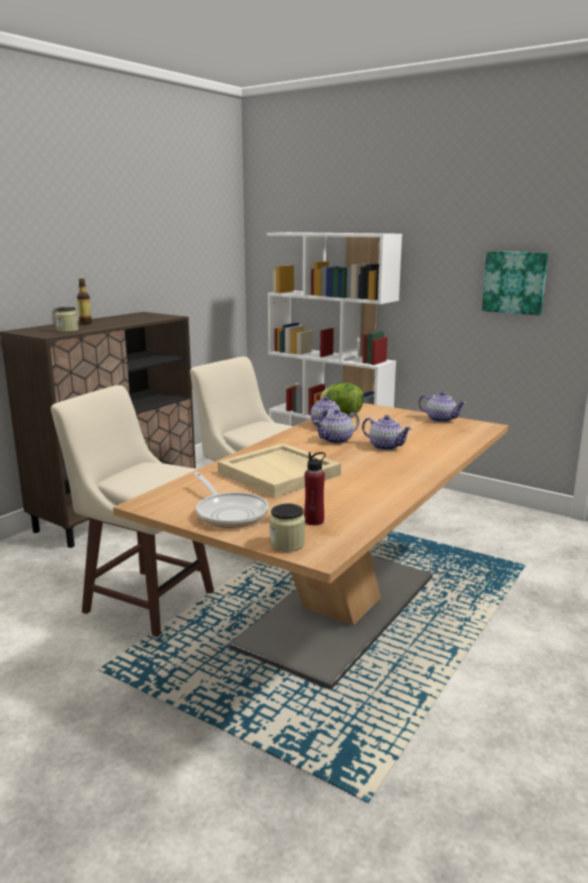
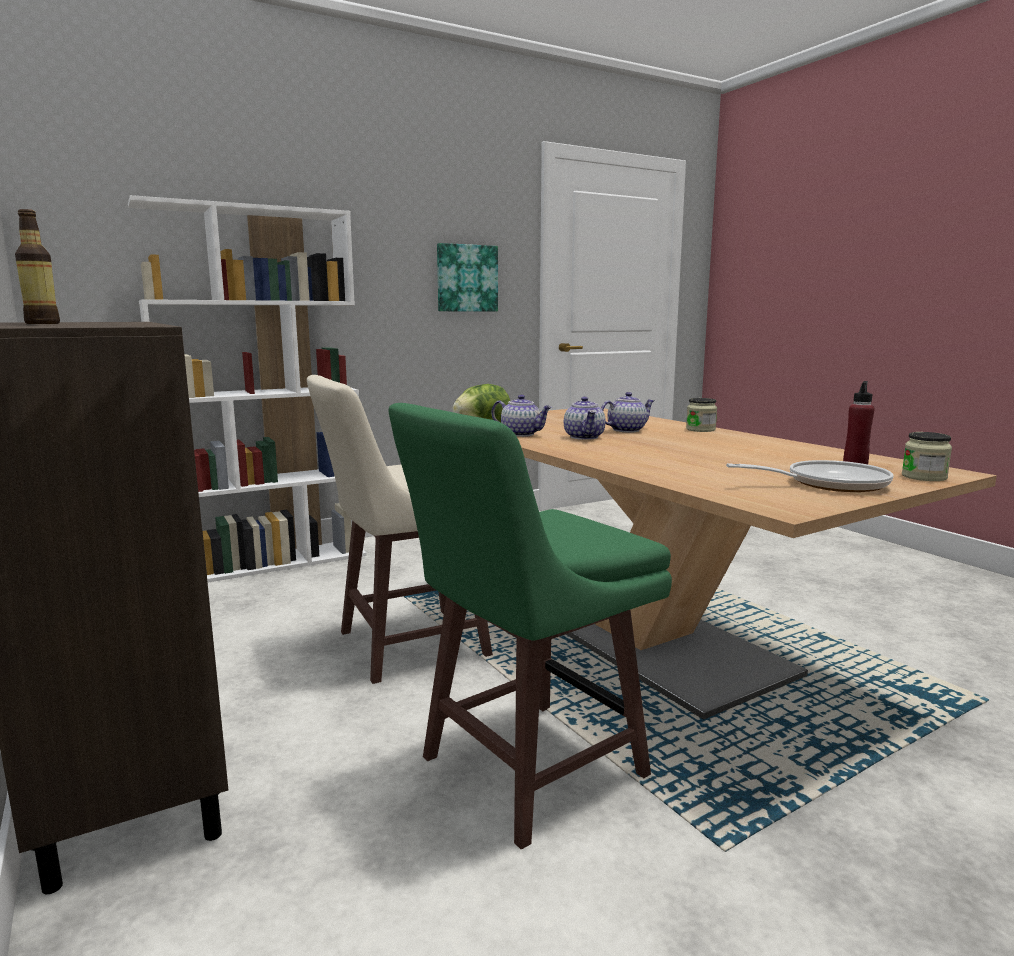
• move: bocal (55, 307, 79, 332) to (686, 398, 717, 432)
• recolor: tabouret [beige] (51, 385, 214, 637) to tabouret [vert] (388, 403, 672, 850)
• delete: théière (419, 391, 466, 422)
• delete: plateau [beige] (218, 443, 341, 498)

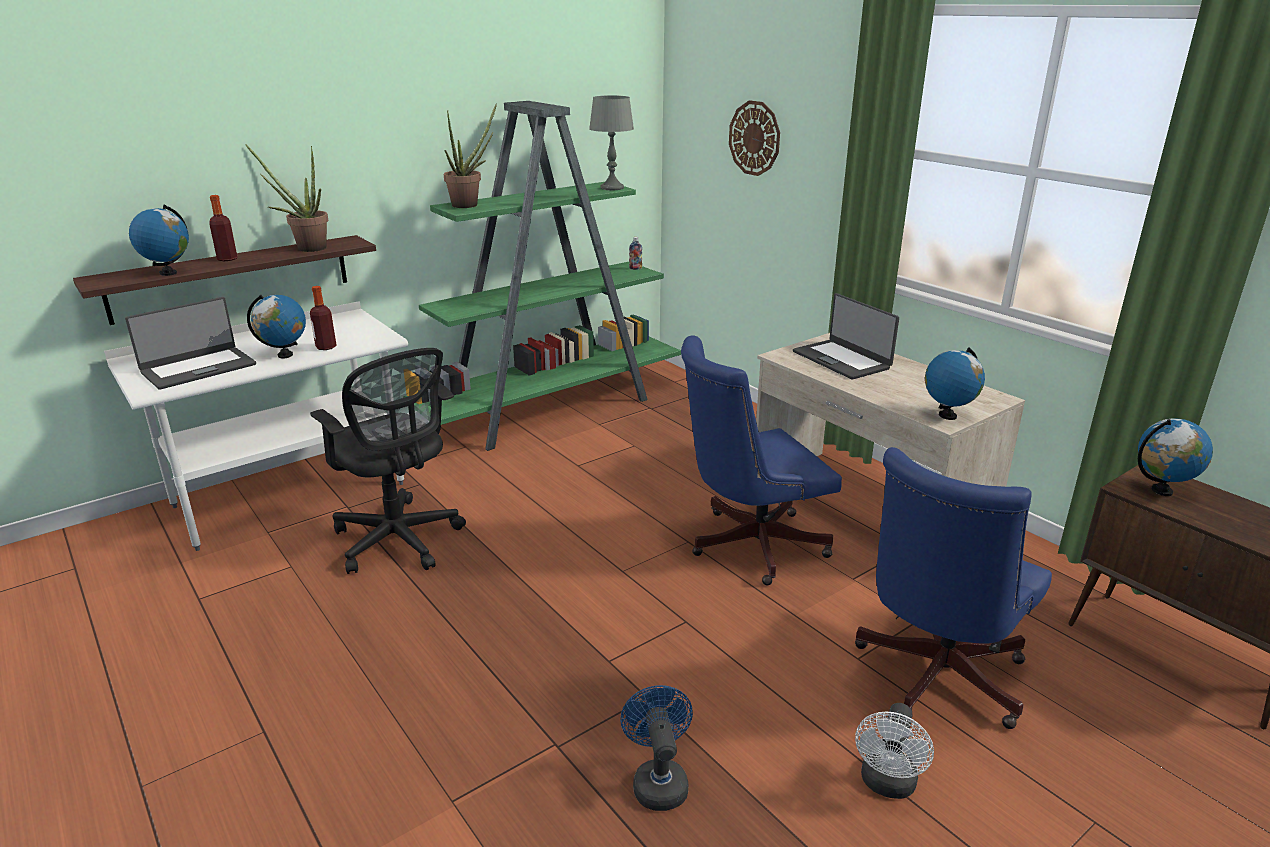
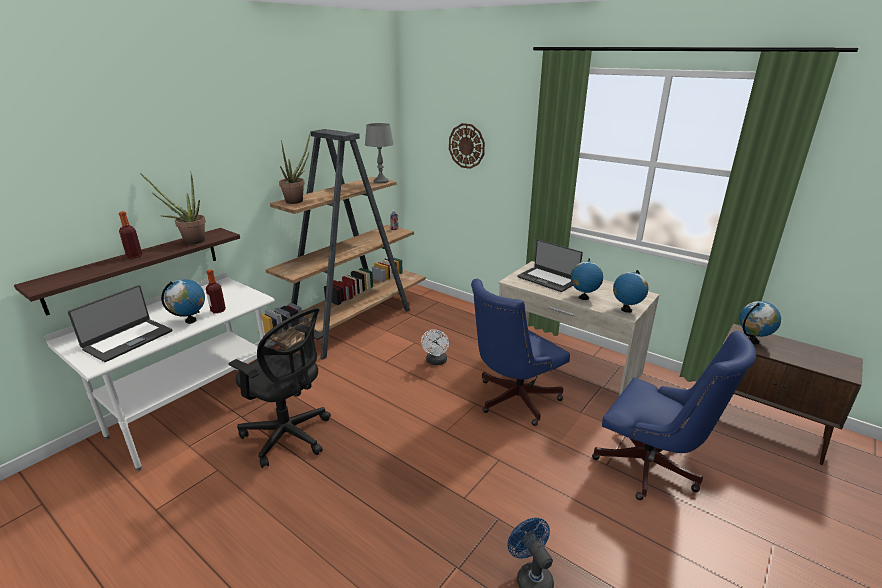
• recolor: bibliothèque [vert] (404, 101, 681, 451) to bibliothèque [marron] (258, 129, 426, 360)
• move: globe (129, 204, 189, 276) to (571, 259, 603, 300)
• rotate: chaise de bureau [bleu] (855, 447, 1052, 729) = (592, 331, 756, 500) 75 degrees counterclockwise
• move: ventilateur [blanc] (855, 703, 934, 799) to (421, 330, 449, 365)

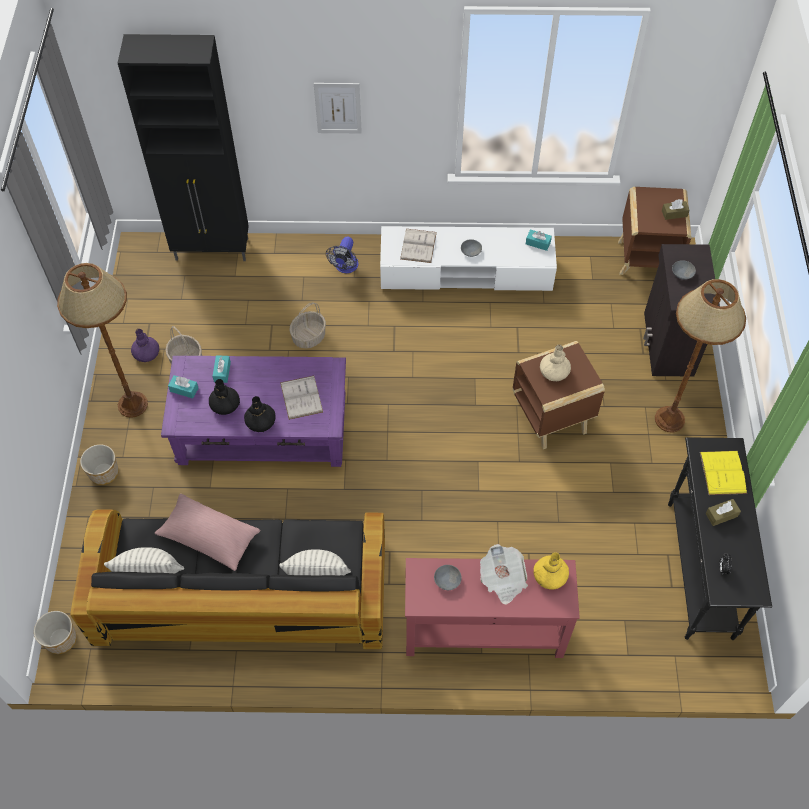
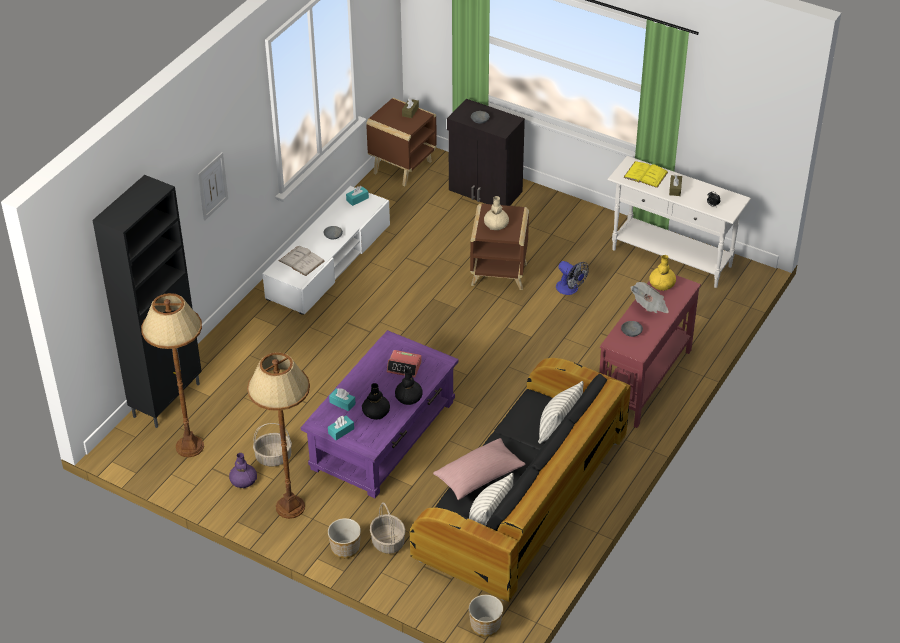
• move: ventilateur (326, 237, 358, 273) to (556, 261, 589, 295)
• move: lampadaire [marron] (655, 279, 746, 433) to (141, 293, 204, 457)
• move: panier (290, 303, 326, 348) to (370, 502, 405, 554)
• replace: livre [blanc] (280, 375, 323, 420) to réveil (387, 350, 422, 378)
• recolor: table console [noir] (668, 437, 772, 640) to table console [blanc] (607, 156, 751, 288)

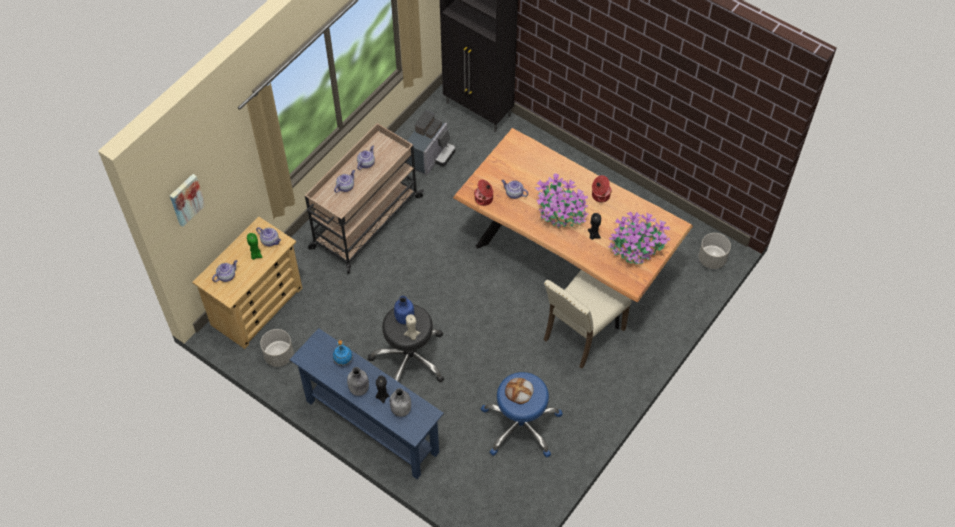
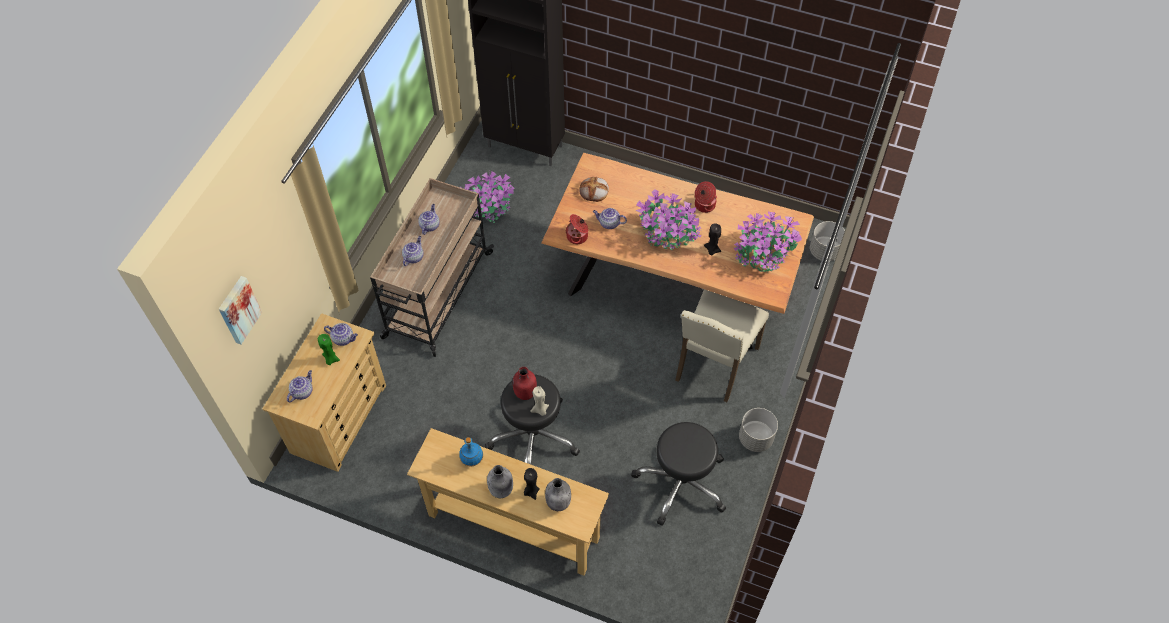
• replace: machine à café (406, 110, 455, 176) to plante en pot (460, 172, 515, 223)
• recolor: bouteille [bleu] (394, 296, 414, 324) to bouteille [rouge] (513, 367, 537, 400)
• recolor: table console [bleu] (290, 328, 444, 479) to table console [beige] (407, 428, 609, 576)
• move: cache-pot [gris] (260, 329, 294, 367) to (739, 408, 778, 452)
• recolor: tabouret [bleu] (481, 372, 563, 458) to tabouret [noir] (631, 422, 726, 526)
• move: pain (505, 378, 534, 404) to (579, 177, 609, 202)

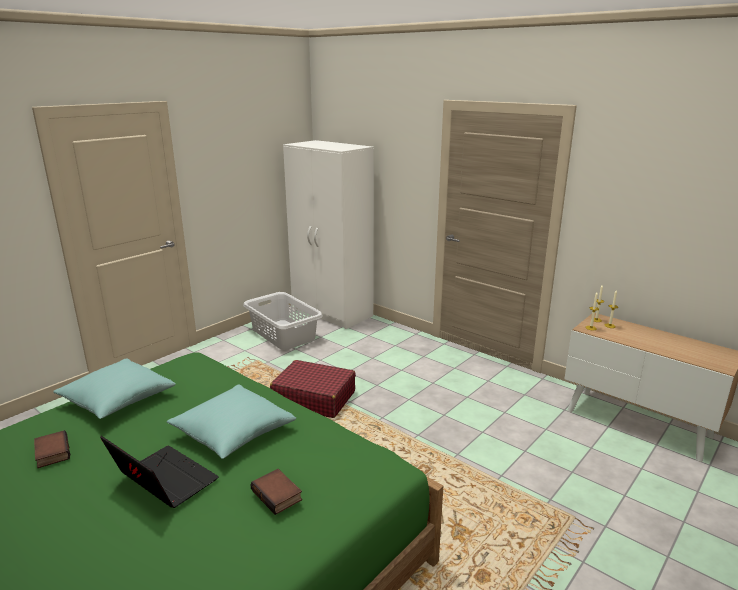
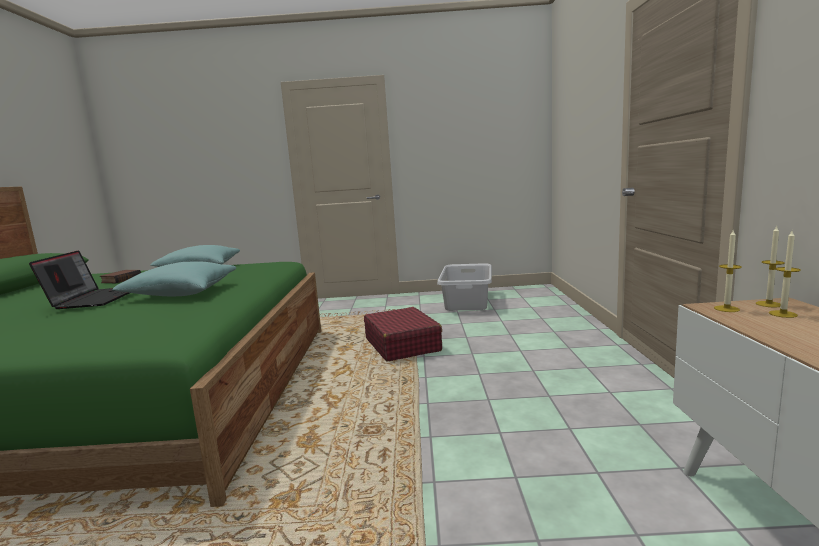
• delete: armoire [blanc] (283, 140, 374, 329)
• delete: livre (250, 469, 302, 515)

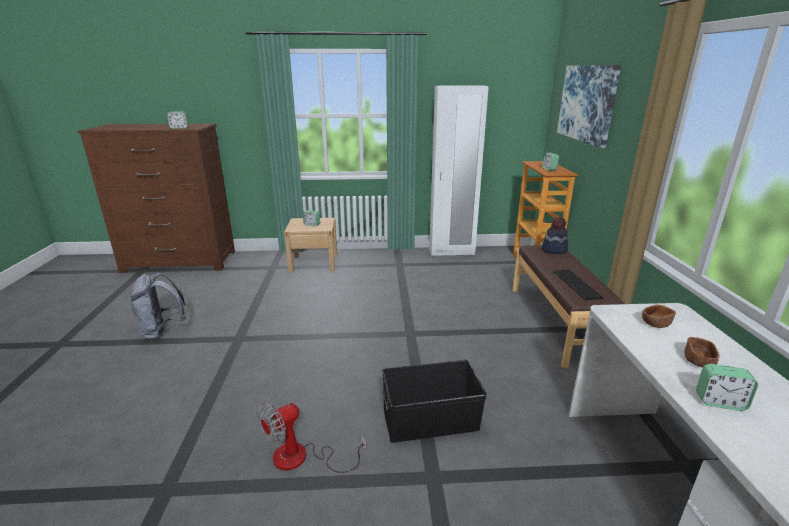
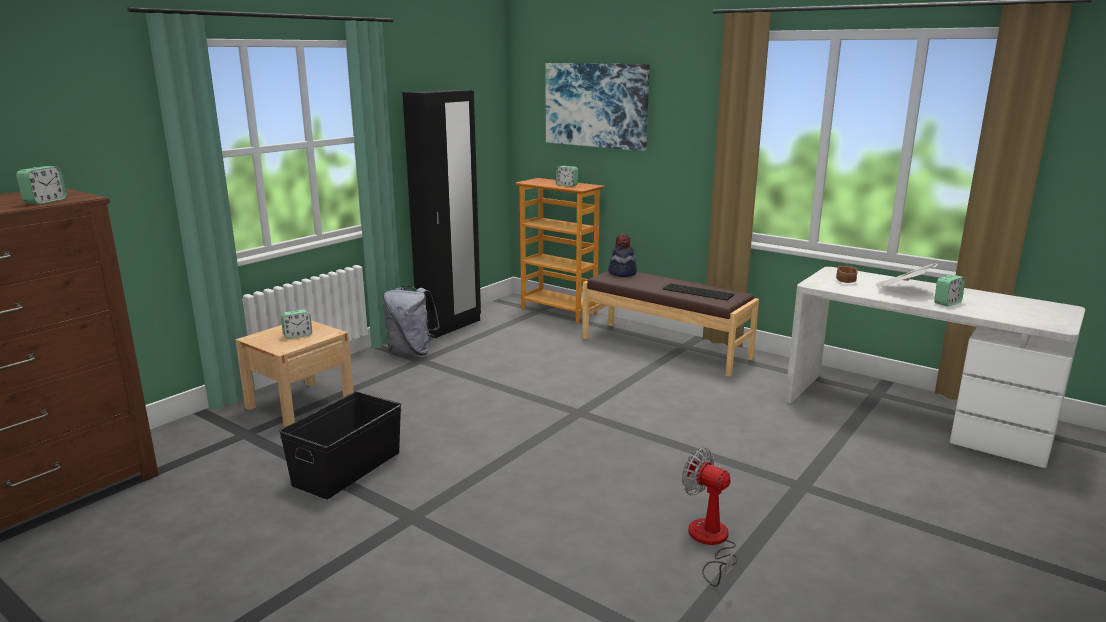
• recolor: armoire [blanc] (429, 86, 489, 256) to armoire [noir] (402, 90, 481, 338)
• move: sac à dos [gris] (129, 273, 186, 340) to (383, 286, 440, 356)
• replace: bol [marron] (685, 337, 720, 367) to journal (876, 263, 938, 288)
• move: boîte de rangement [noir] (382, 360, 487, 443) to (279, 391, 402, 499)
• rotate: ventilateur (258, 403, 367, 473) = (682, 447, 737, 587) 135 degrees clockwise

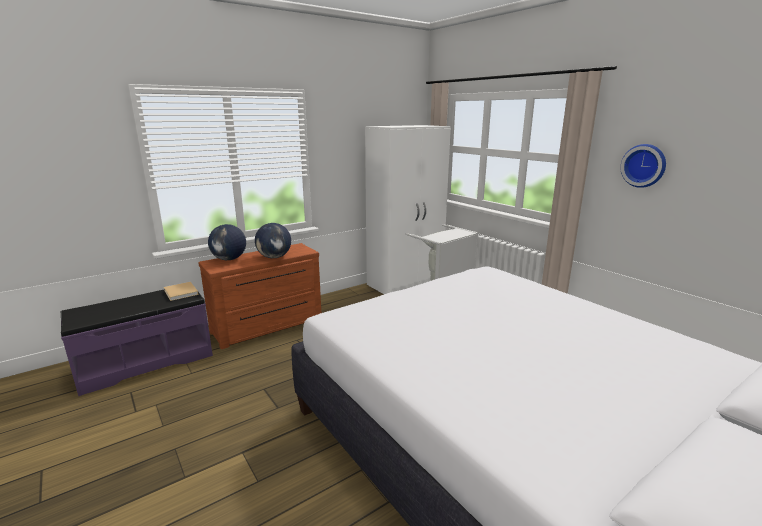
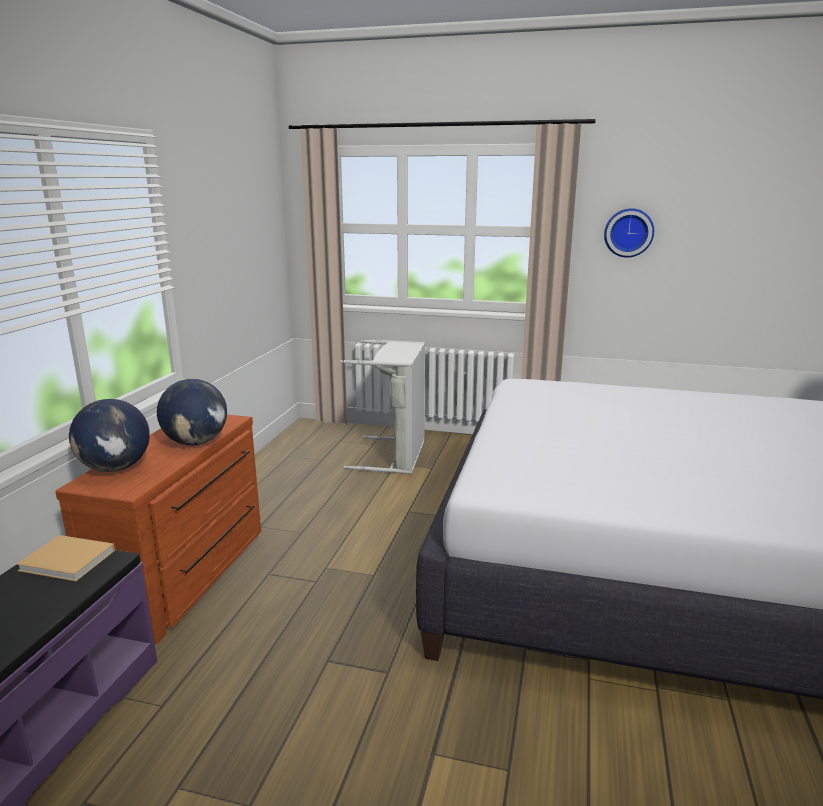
• delete: armoire [blanc] (365, 125, 451, 294)

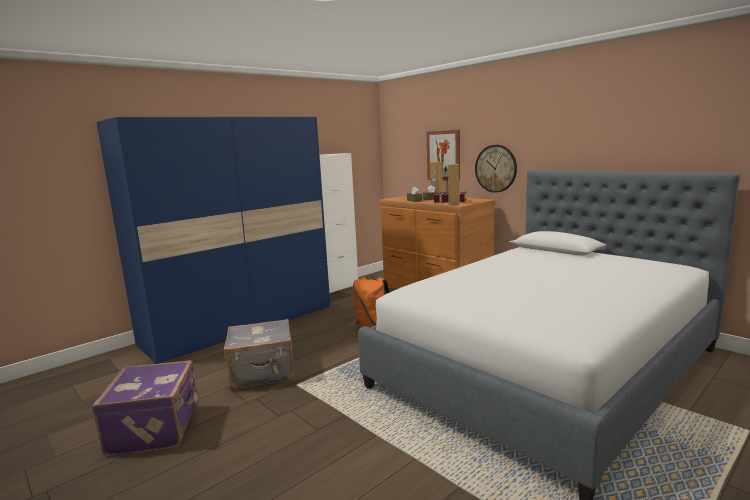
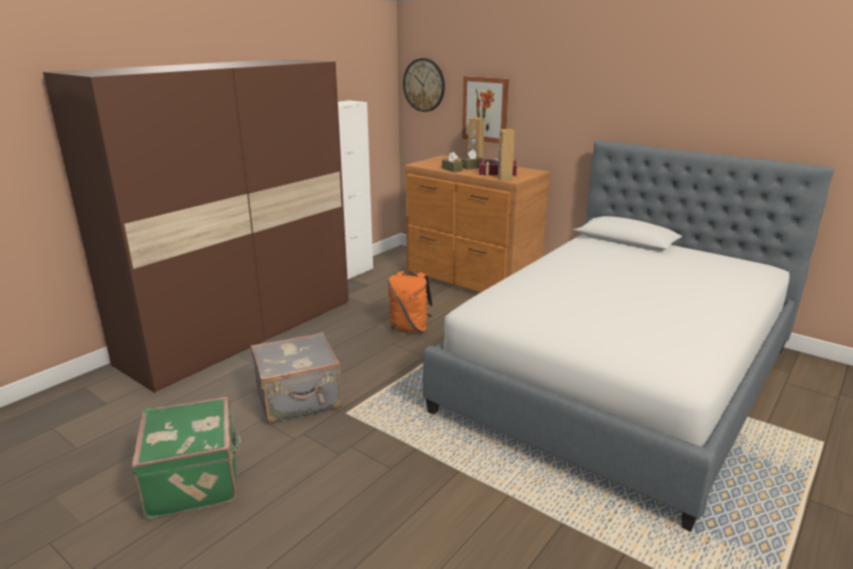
• recolor: armoire [bleu] (96, 117, 330, 364) to armoire [marron] (43, 59, 349, 393)
• move: horloge murale (475, 145, 517, 193) to (403, 58, 445, 112)
• recolor: valise [violet] (92, 360, 200, 456) to valise [vert] (131, 397, 242, 519)

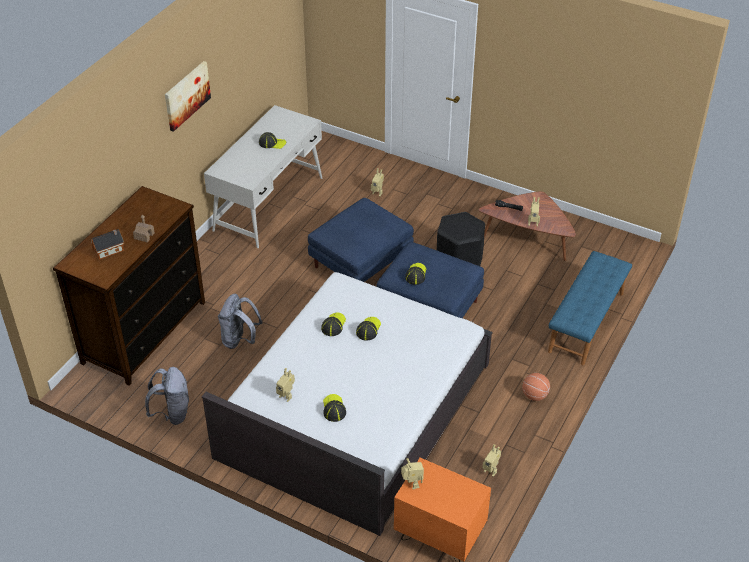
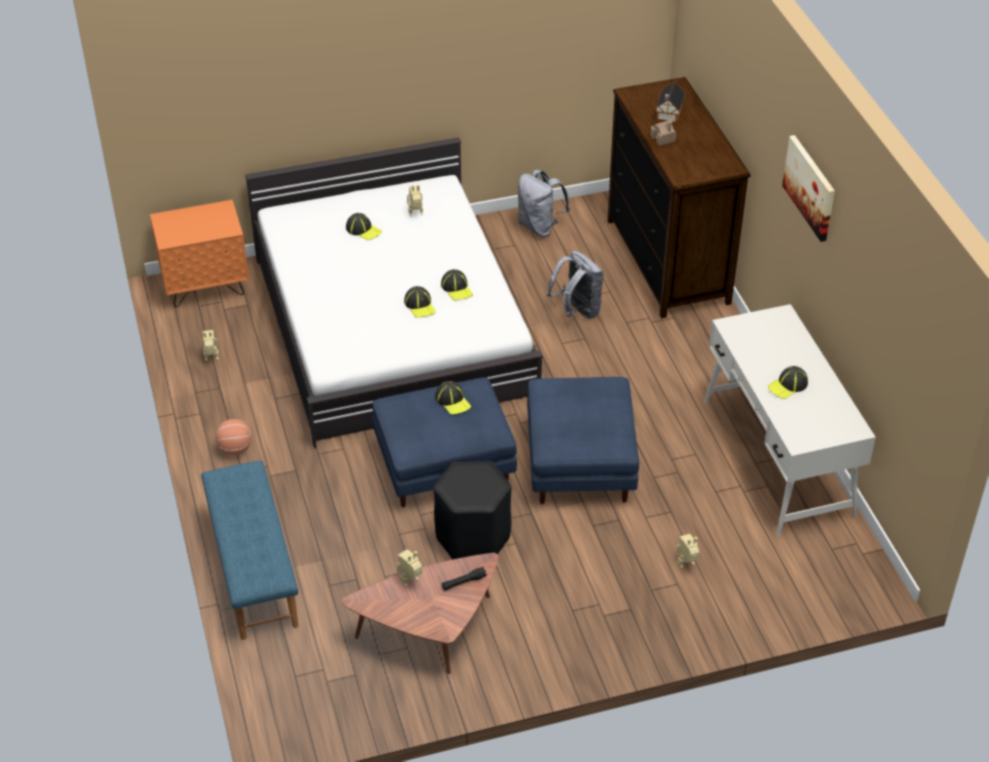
• delete: robot jouet (401, 458, 424, 489)

